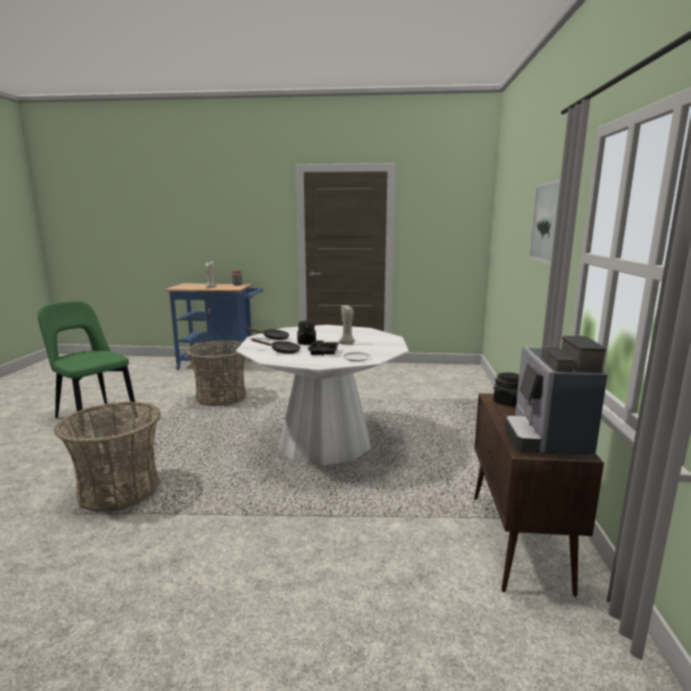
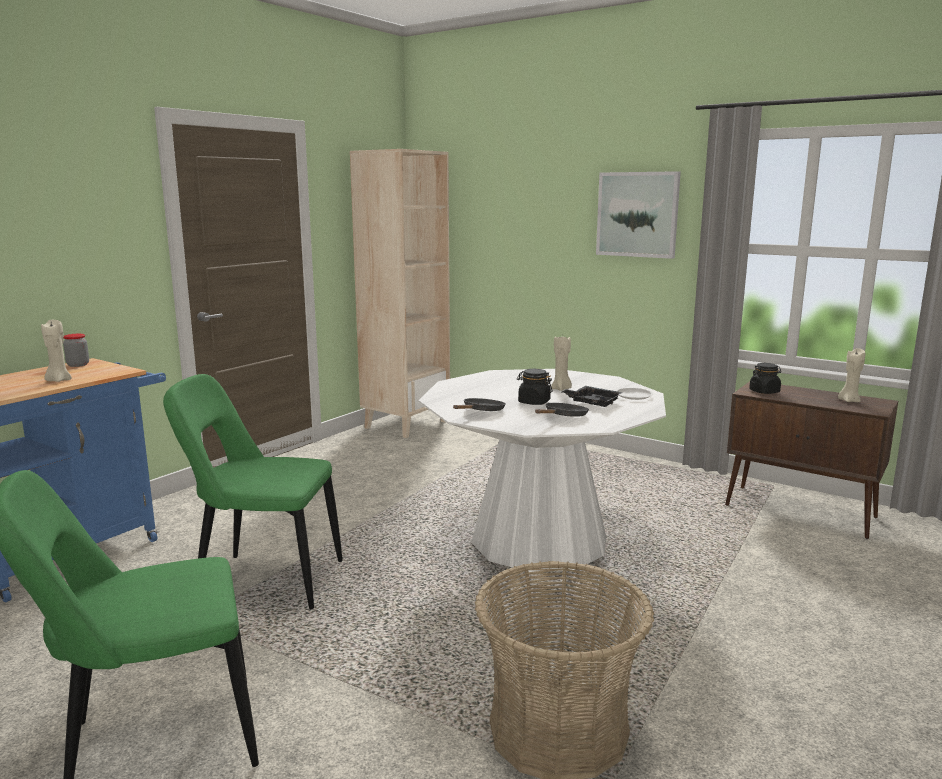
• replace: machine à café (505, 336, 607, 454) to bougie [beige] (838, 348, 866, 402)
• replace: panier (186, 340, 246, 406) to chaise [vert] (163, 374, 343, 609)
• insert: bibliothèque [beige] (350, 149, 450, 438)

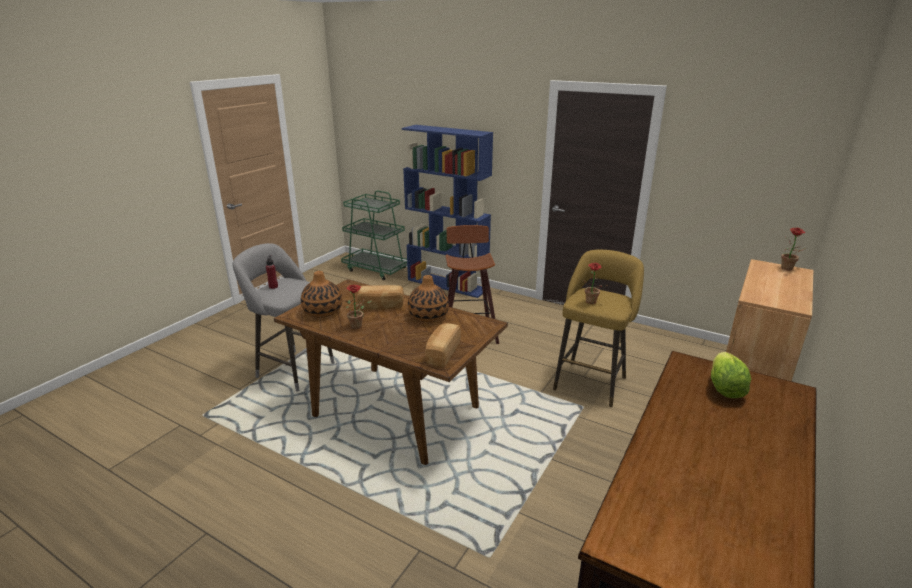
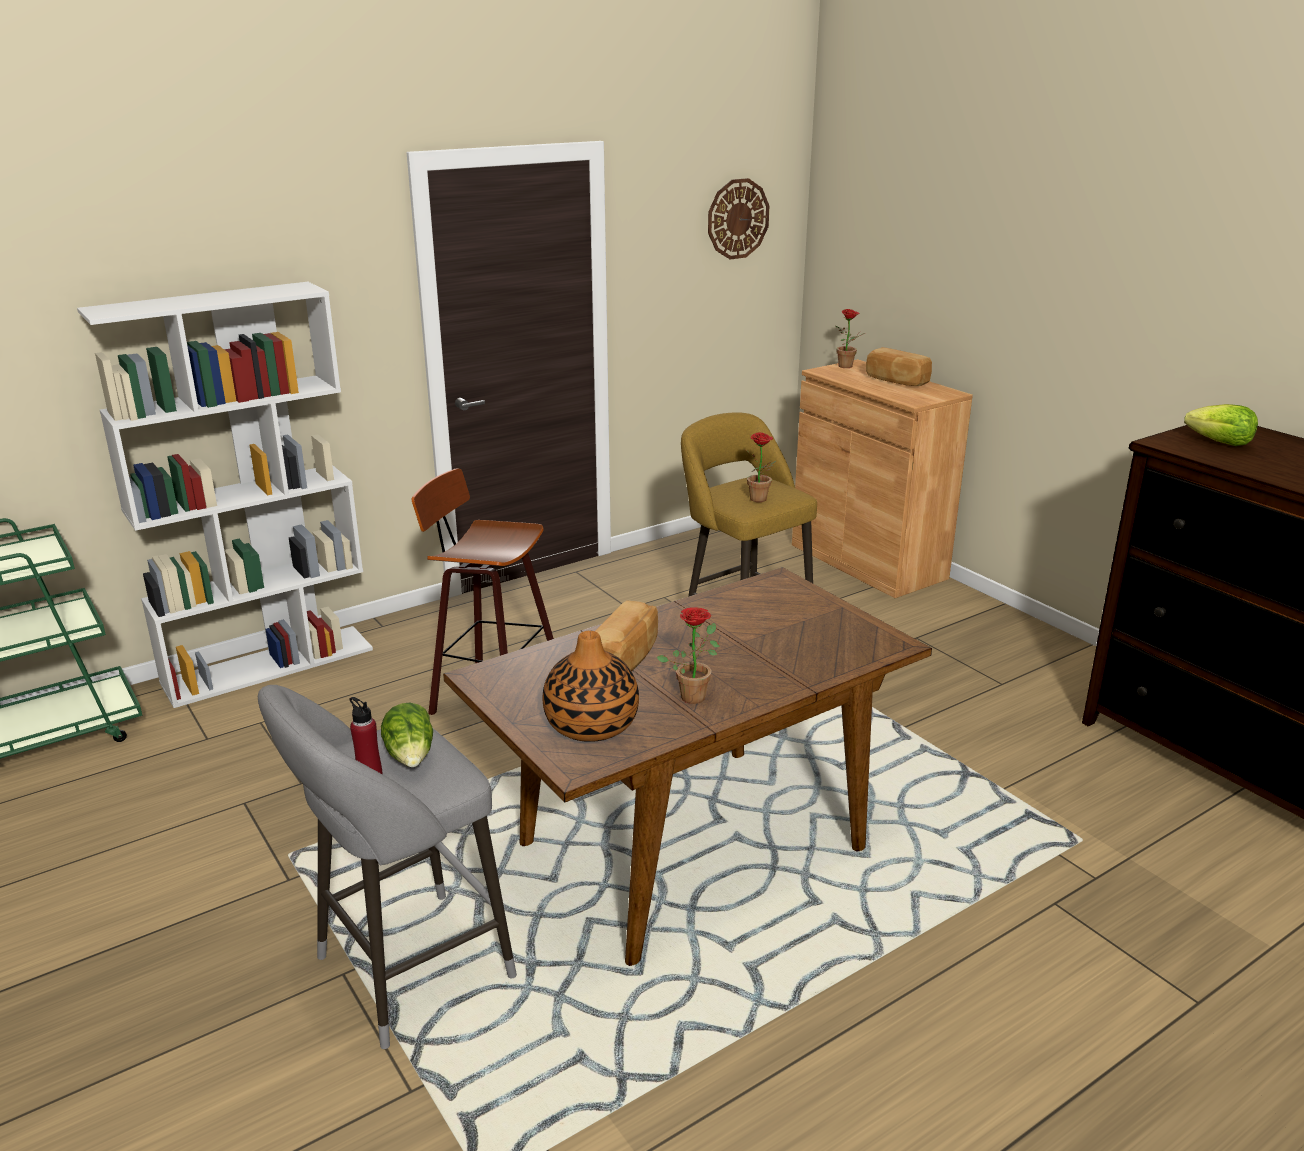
• recolor: bibliothèque [bleu] (402, 125, 493, 298) to bibliothèque [blanc] (77, 282, 373, 708)
• delete: vase (408, 275, 449, 322)
• move: pain (425, 323, 461, 367) to (866, 347, 932, 386)
• insert: horloge murale (708, 178, 769, 260)
• insert: laitue (381, 703, 433, 767)

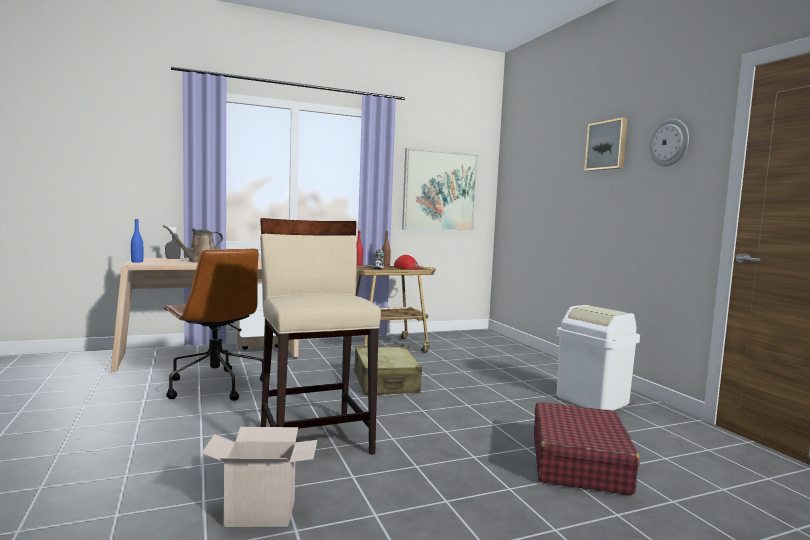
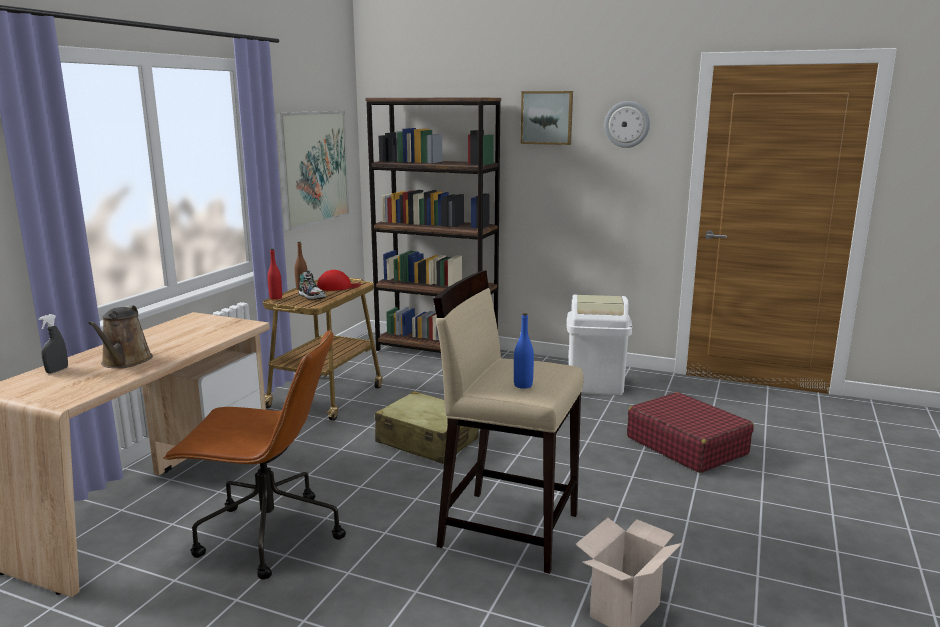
• move: bouteille [bleu] (131, 219, 143, 263) to (514, 313, 534, 389)
• insert: bibliothèque [marron] (366, 98, 501, 353)

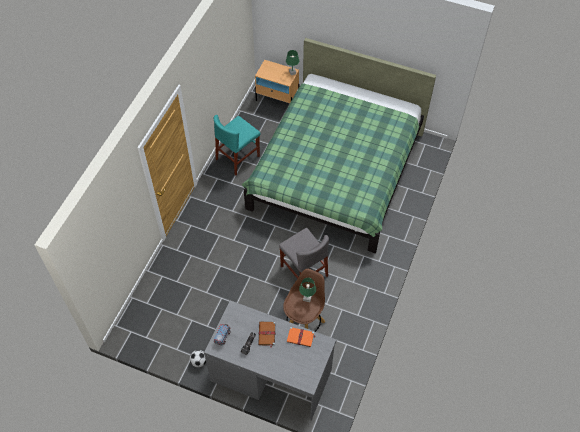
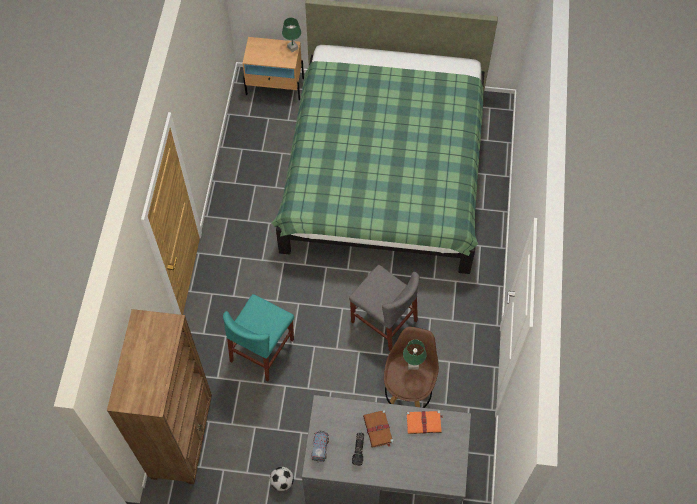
• move: chaise [turquoise] (214, 115, 260, 176) to (223, 294, 294, 382)
• insert: bibliothèque [marron] (107, 309, 212, 484)

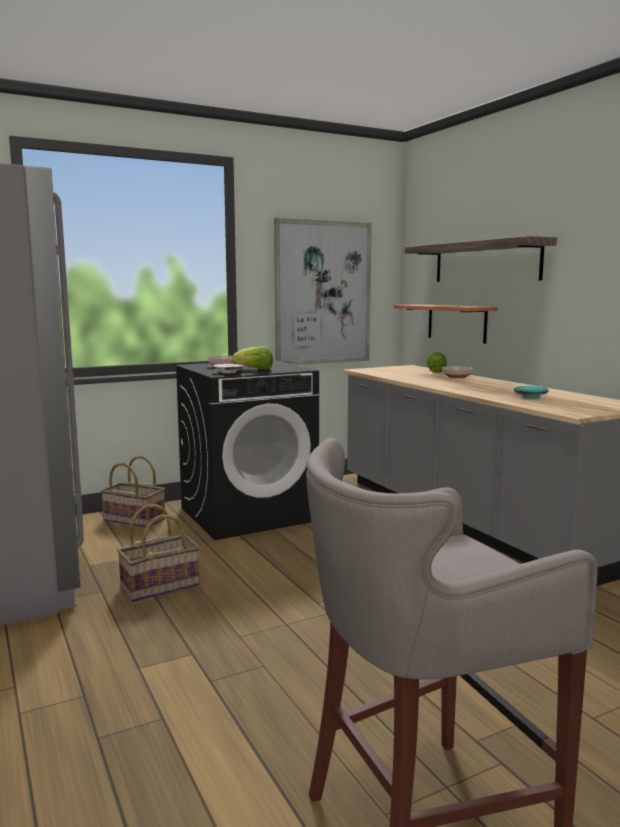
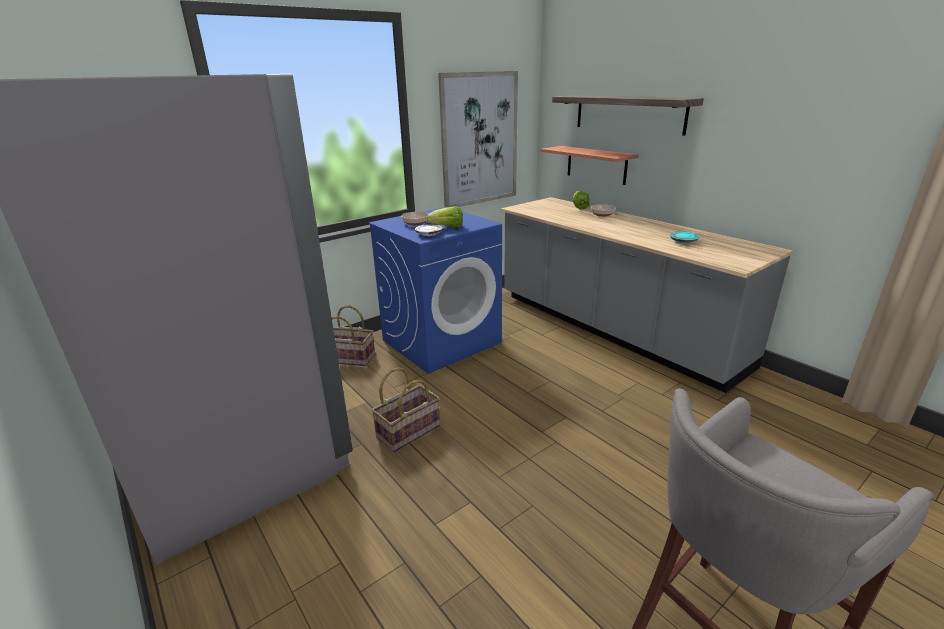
• recolor: lave-linge [noir] (175, 360, 319, 540) to lave-linge [bleu] (368, 207, 502, 374)

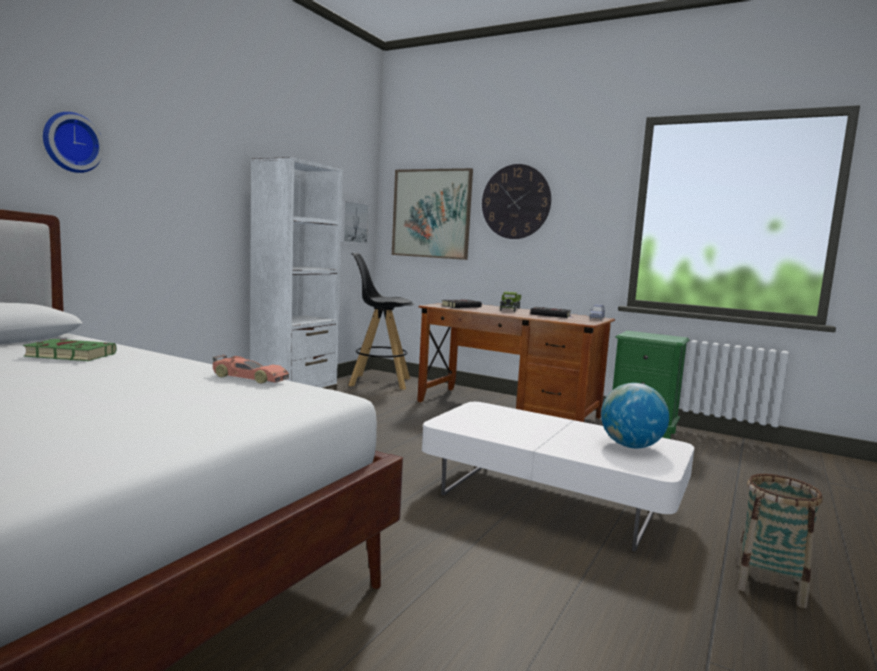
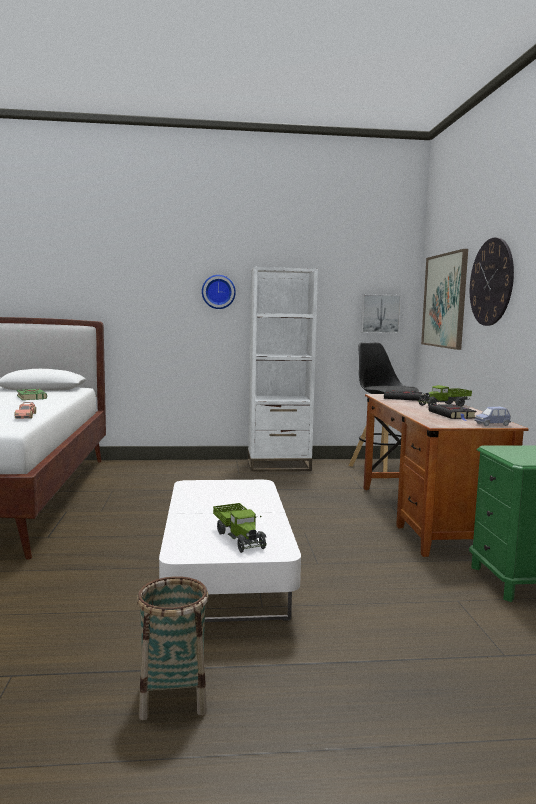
• move: horloge murale (43, 112, 104, 173) to (202, 275, 236, 309)
• replace: globe (601, 383, 669, 448) to camion jouet (213, 503, 267, 553)

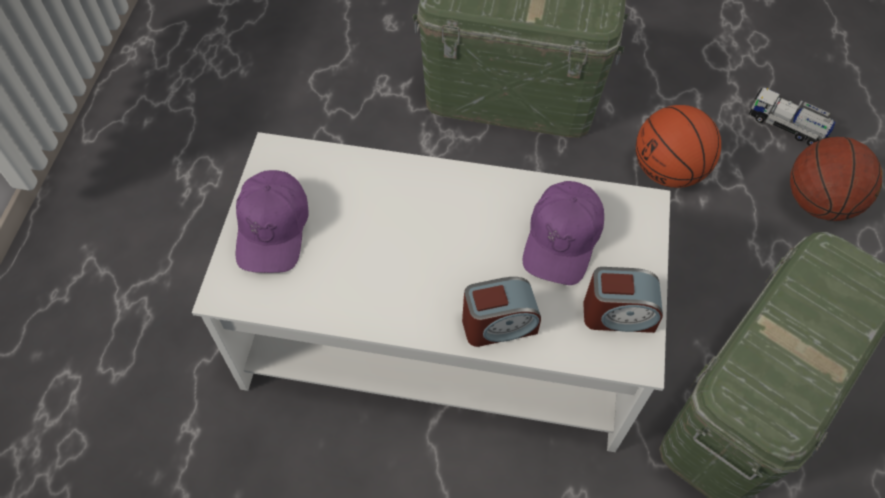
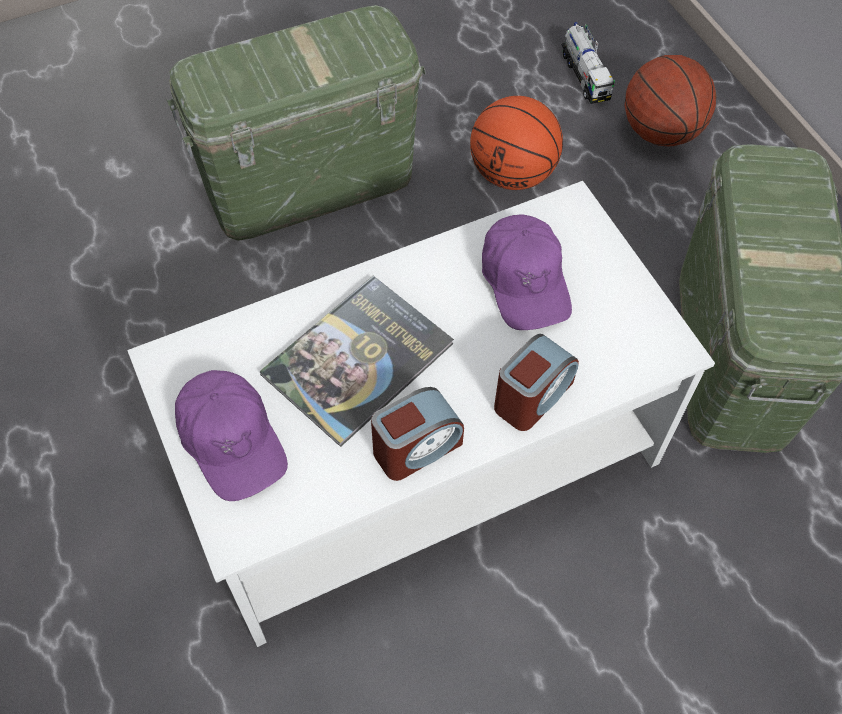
• rotate: camion jouet (749, 88, 836, 146) = (561, 22, 615, 104) 105 degrees counterclockwise
• move: réveil (583, 267, 663, 333) to (371, 387, 464, 481)
• insert: livre (260, 276, 454, 447)

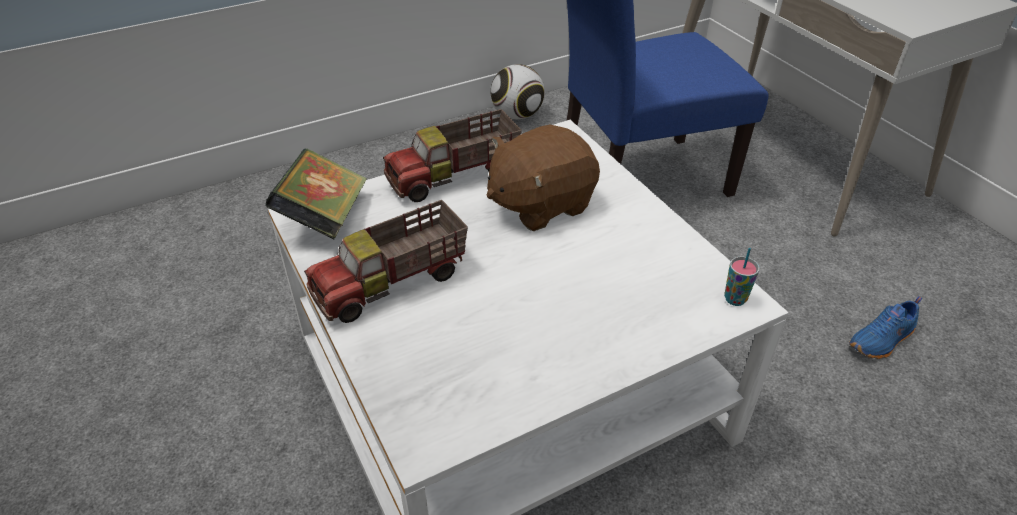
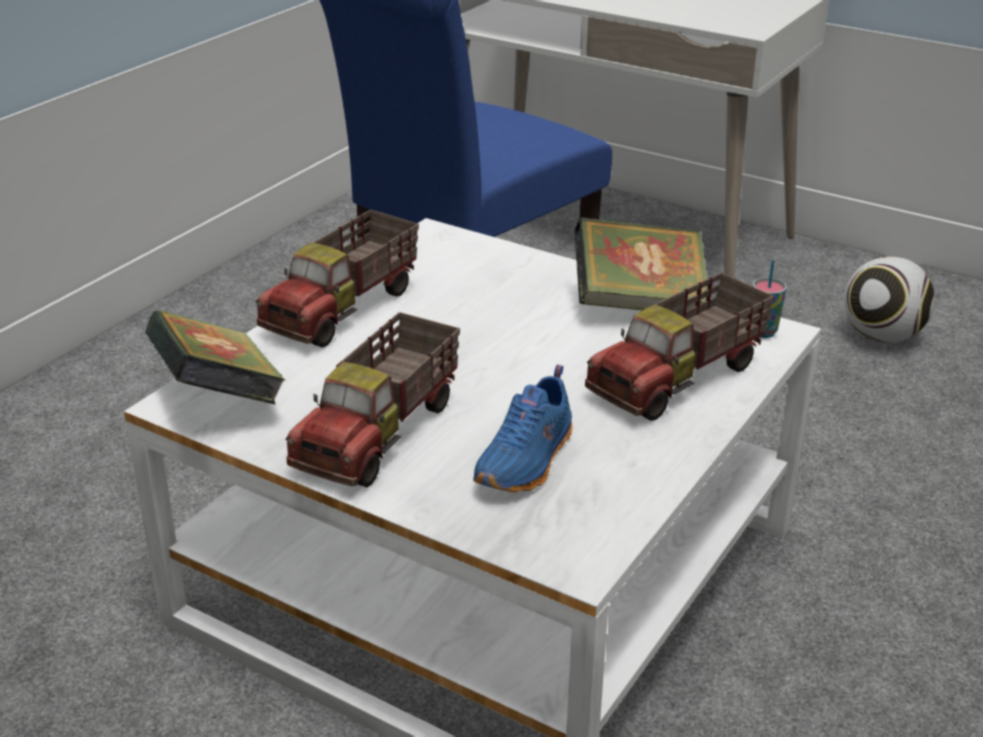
• move: ballon de foot (491, 64, 545, 120) to (844, 256, 935, 342)
• delete: peluche [marron] (487, 125, 600, 231)
• move: chaussure [bleu] (849, 296, 922, 359) to (473, 365, 573, 492)
• insert: livre (575, 217, 708, 310)
• insert: camion jouet (585, 273, 774, 421)

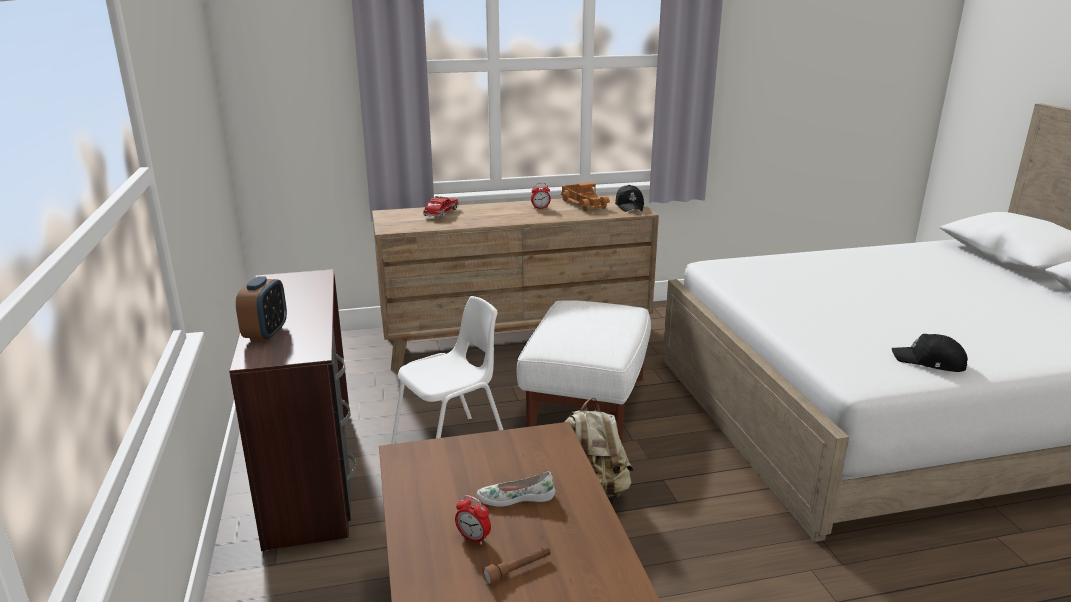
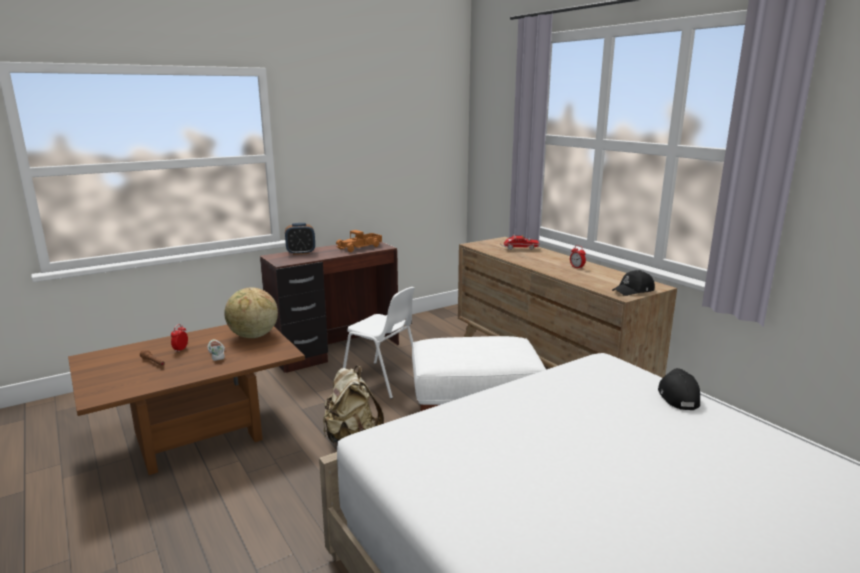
• move: camion jouet (560, 182, 610, 211) to (336, 230, 382, 252)
• move: casquette [noir] (892, 334, 968, 372) to (658, 368, 700, 410)
• insert: globe (224, 287, 278, 338)

